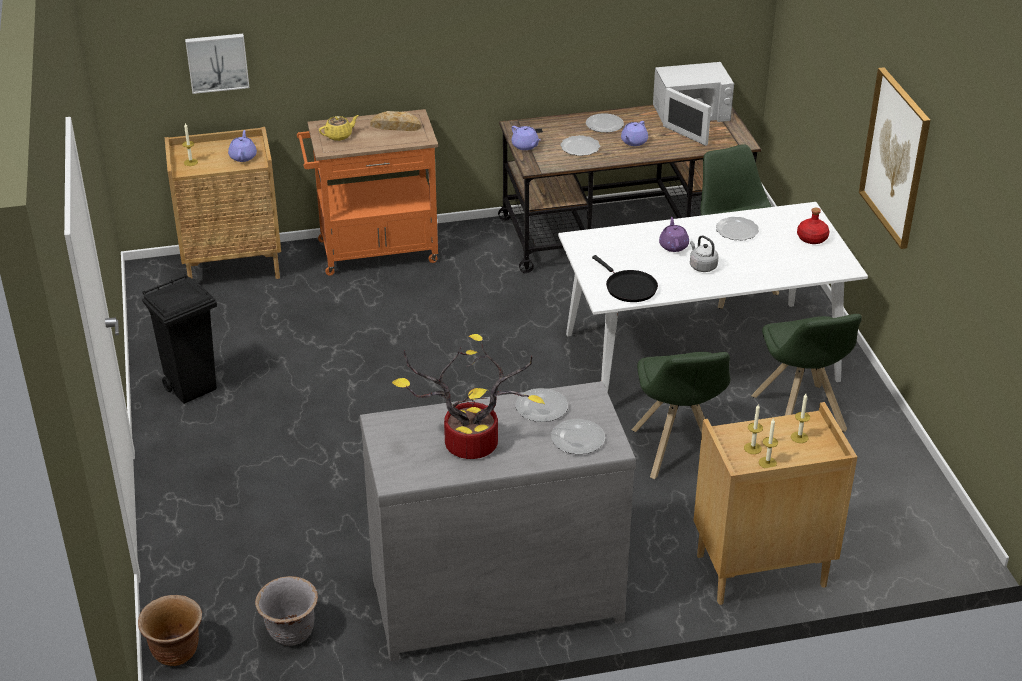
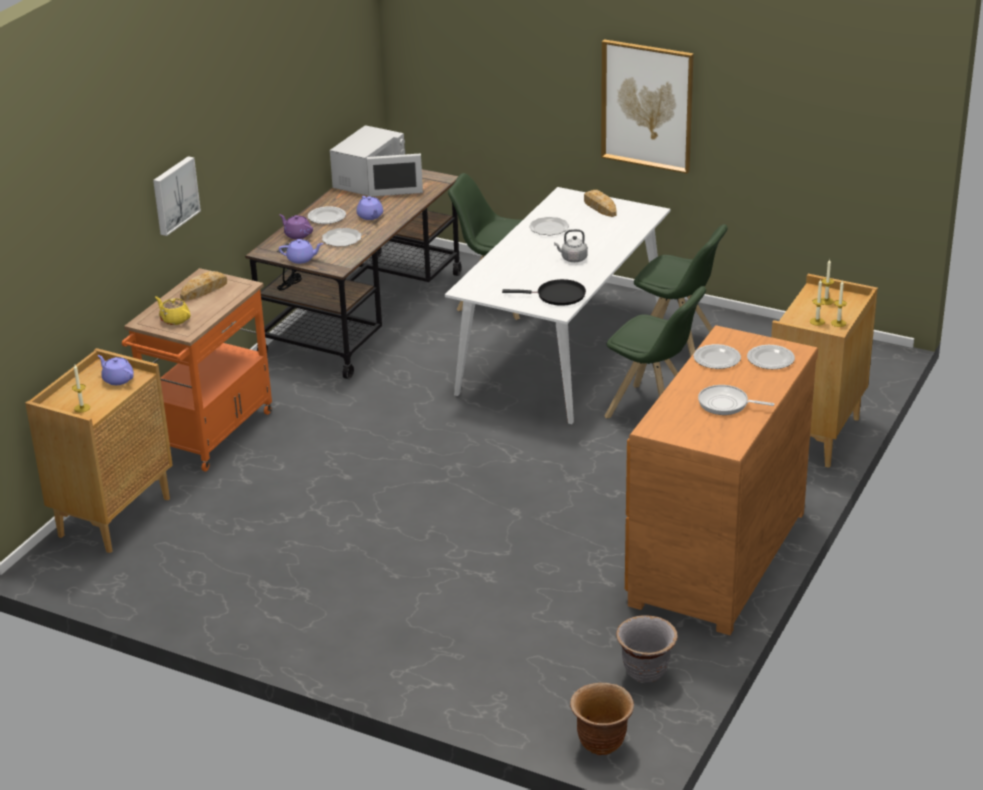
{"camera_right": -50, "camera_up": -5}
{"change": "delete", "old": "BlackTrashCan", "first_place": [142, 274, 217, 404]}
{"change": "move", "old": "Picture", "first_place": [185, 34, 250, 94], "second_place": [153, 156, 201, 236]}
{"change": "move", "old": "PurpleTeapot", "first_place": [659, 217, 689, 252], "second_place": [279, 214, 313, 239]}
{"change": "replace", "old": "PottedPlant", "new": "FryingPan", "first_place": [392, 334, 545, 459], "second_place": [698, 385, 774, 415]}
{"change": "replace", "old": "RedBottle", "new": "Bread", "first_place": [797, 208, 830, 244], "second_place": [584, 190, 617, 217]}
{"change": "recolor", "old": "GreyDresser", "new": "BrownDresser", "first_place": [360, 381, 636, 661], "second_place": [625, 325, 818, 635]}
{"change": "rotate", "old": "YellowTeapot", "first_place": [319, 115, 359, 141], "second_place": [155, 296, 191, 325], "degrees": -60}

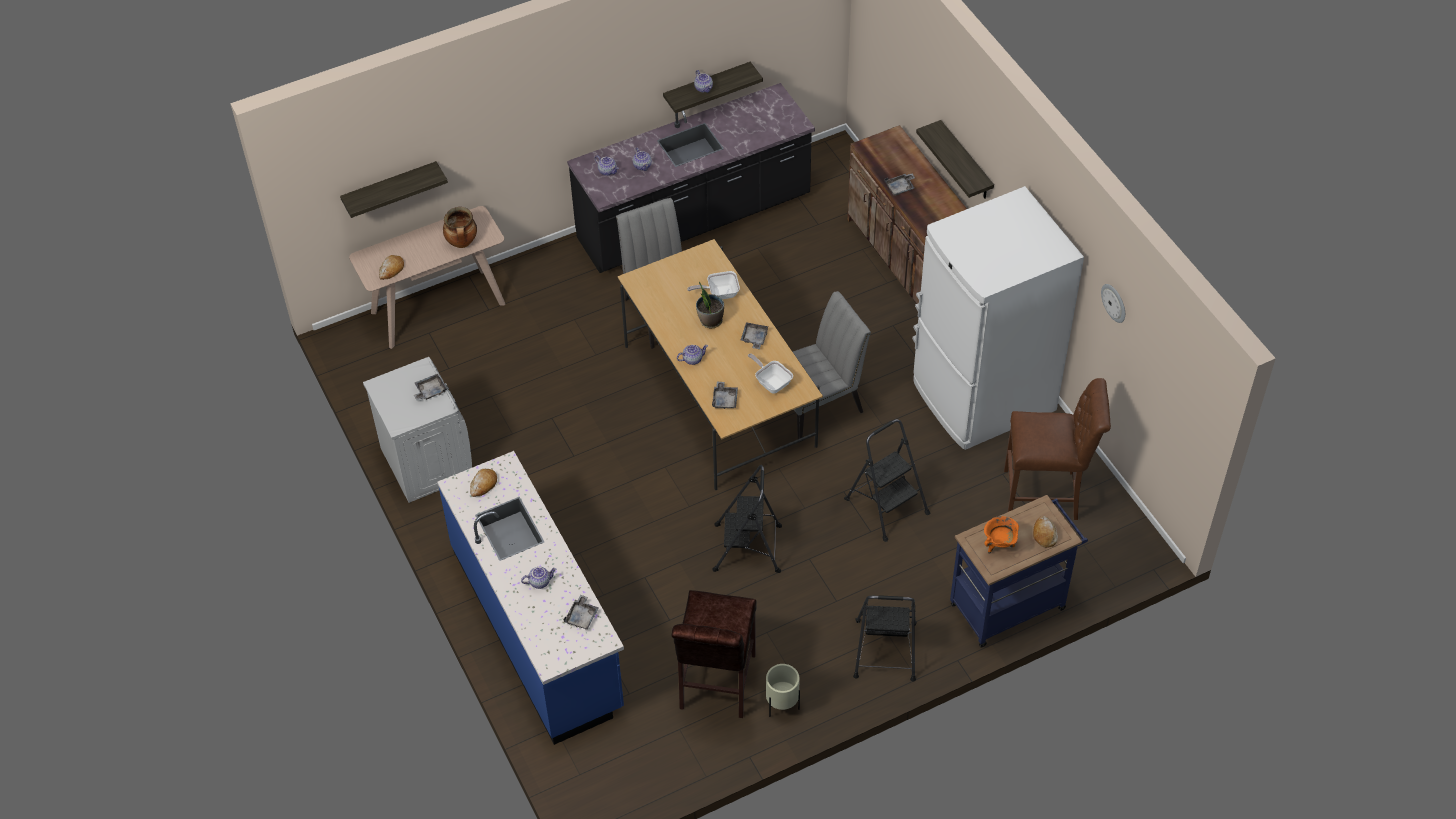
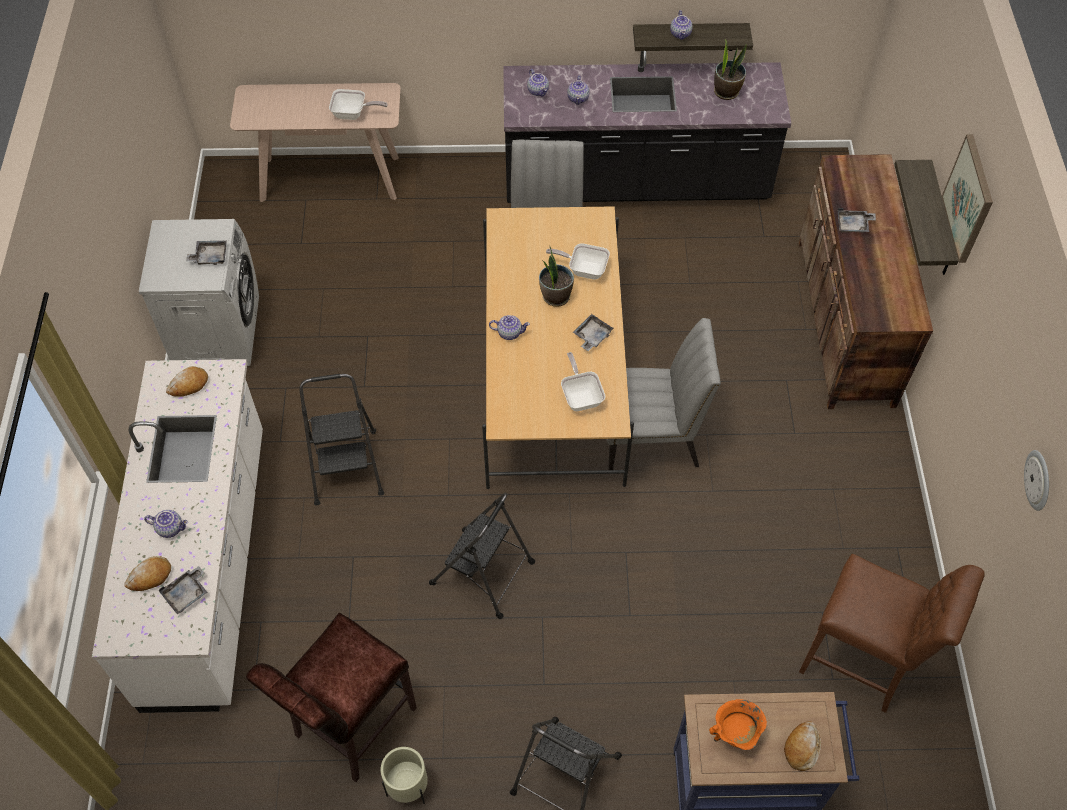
{"camera_right": 25, "camera_up": 5}
{"change": "delete", "old": "Shelf", "first_place": [340, 161, 448, 218]}
{"change": "delete", "old": "GreyTray", "first_place": [712, 381, 738, 409]}
{"change": "delete", "old": "WhiteFridge", "first_place": [912, 186, 1084, 450]}
{"change": "insert", "new": "PottedPlant", "second_place": [714, 39, 747, 100]}
{"change": "insert", "new": "Picture", "second_place": [942, 134, 993, 263]}
{"change": "move", "old": "Bread", "first_place": [379, 255, 404, 280], "second_place": [124, 556, 171, 591]}
{"change": "move", "old": "BlackStepLadder", "first_place": [844, 419, 930, 542], "second_place": [299, 374, 384, 506]}
{"change": "replace", "old": "CookingPot", "new": "FryingPan", "first_place": [443, 207, 477, 248], "second_place": [329, 89, 388, 120]}
{"change": "recolor", "old": "BlueCounter", "new": "WhiteCounter", "first_place": [437, 451, 624, 745], "second_place": [92, 359, 263, 713]}

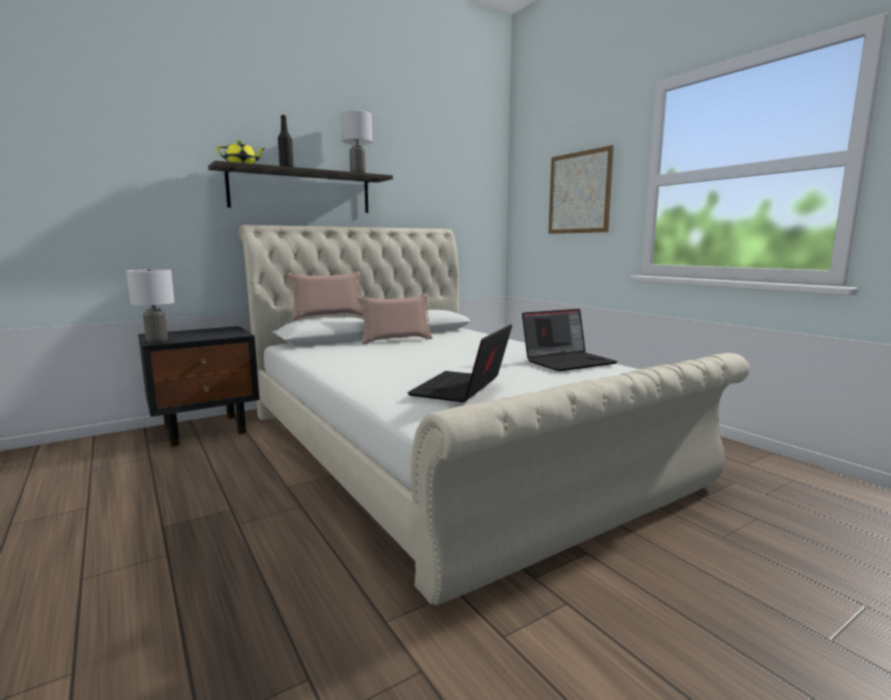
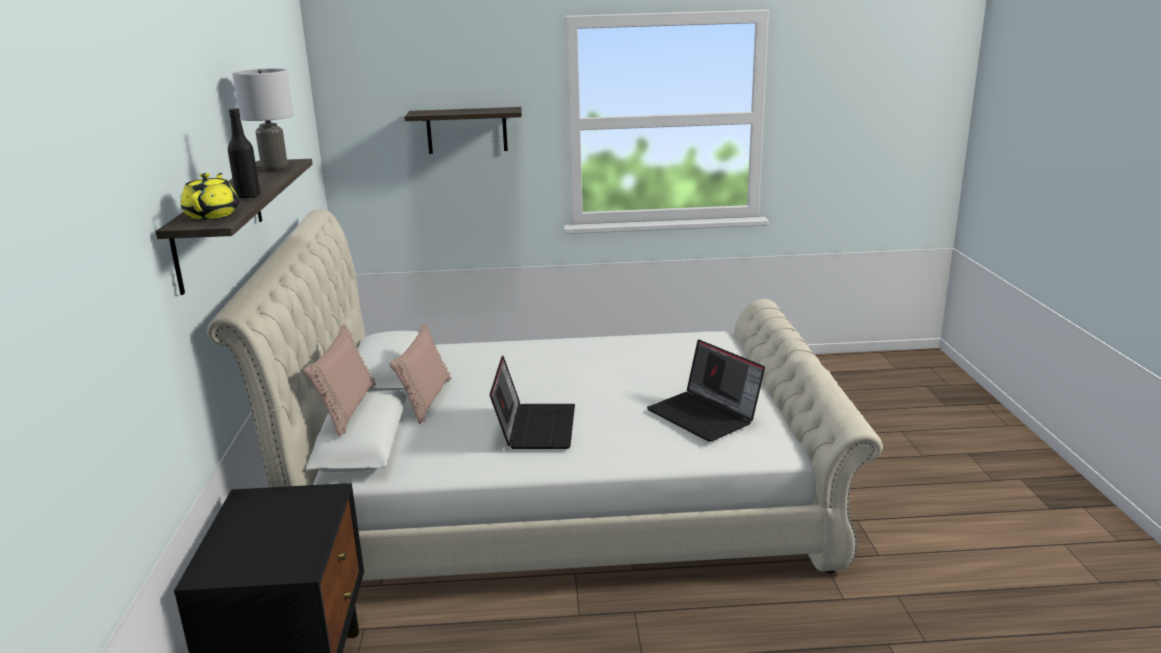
{"camera_right": -60, "camera_up": 10}
{"change": "delete", "old": "WhiteTableLamp", "first_place": [126, 269, 175, 343]}
{"change": "move", "old": "Laptop", "first_place": [522, 309, 618, 371], "second_place": [490, 356, 575, 449]}
{"change": "replace", "old": "Picture", "new": "Shelf", "first_place": [548, 145, 614, 234], "second_place": [404, 107, 522, 154]}

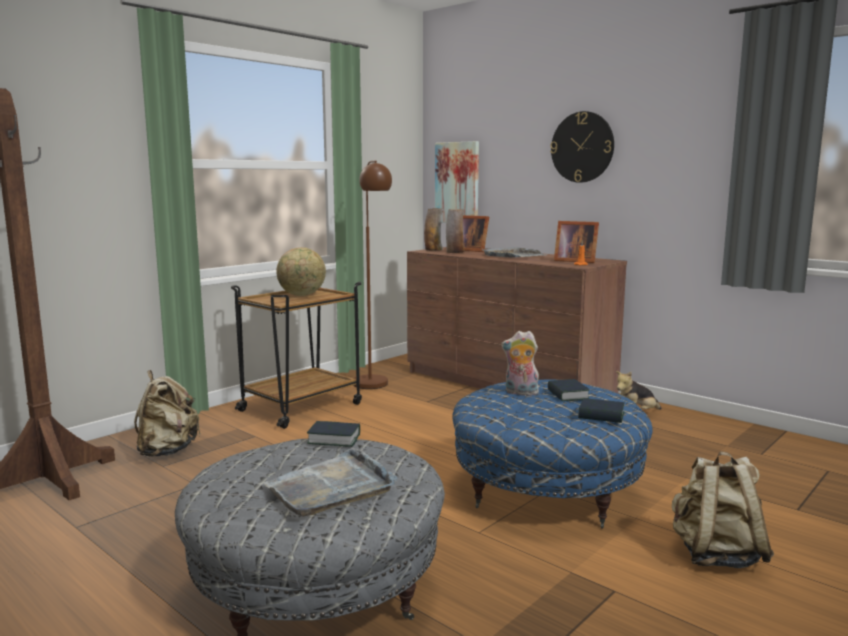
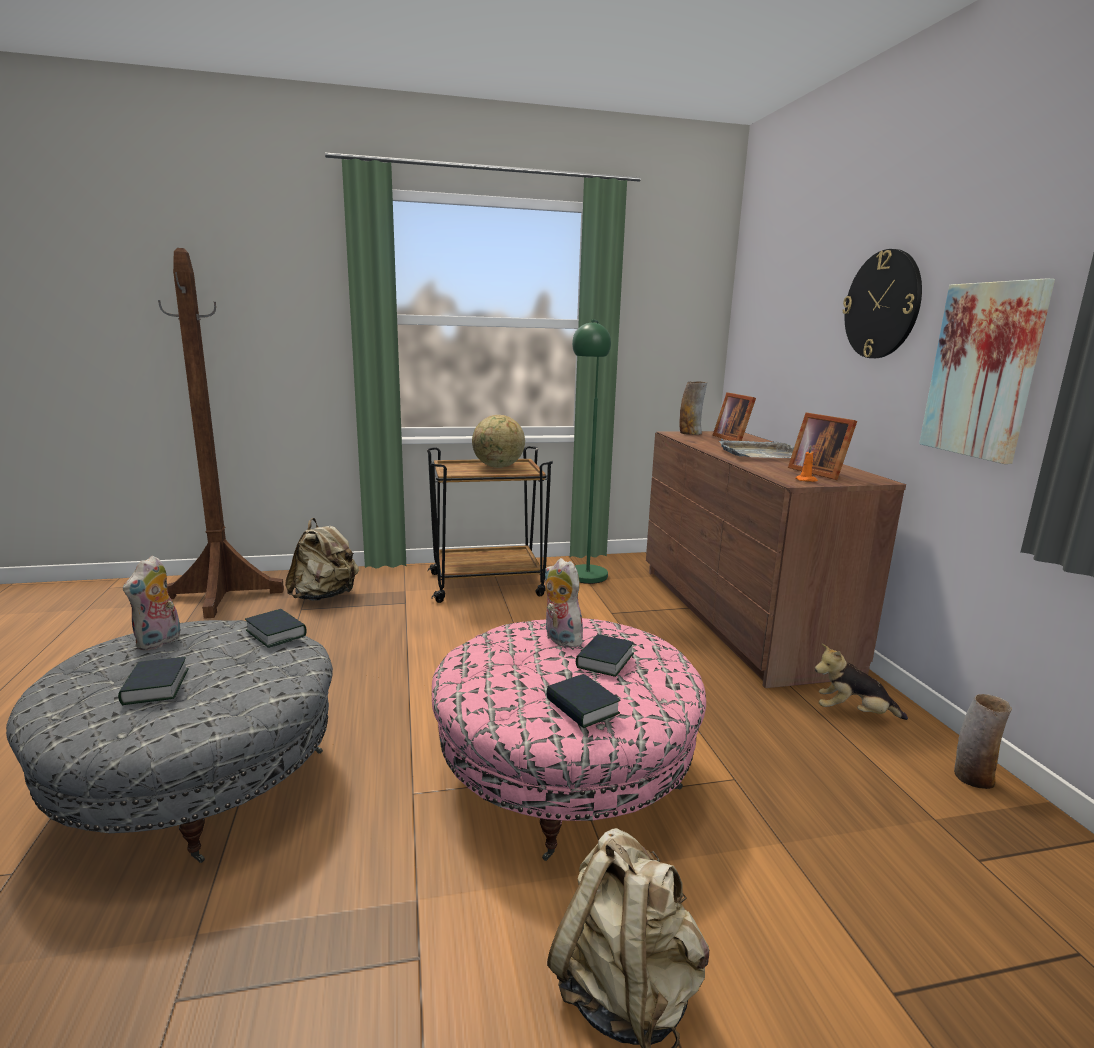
{"camera_right": 35, "camera_up": 5}
{"change": "insert", "new": "PlushToy", "second_place": [123, 556, 181, 650]}
{"change": "move", "old": "Picture", "first_place": [435, 141, 479, 223], "second_place": [919, 278, 1055, 464]}
{"change": "move", "old": "Vase", "first_place": [446, 209, 464, 253], "second_place": [954, 694, 1012, 789]}
{"change": "replace", "old": "GreyTray", "new": "Book", "first_place": [263, 447, 397, 517], "second_place": [118, 657, 189, 705]}
{"change": "recolor", "old": "BrownFloorLamp", "new": "GreenFloorLamp", "first_place": [353, 160, 392, 389], "second_place": [572, 319, 611, 584]}
{"change": "recolor", "old": "BlueOttoman", "new": "PinkOttoman", "first_place": [452, 380, 653, 529], "second_place": [432, 618, 706, 861]}

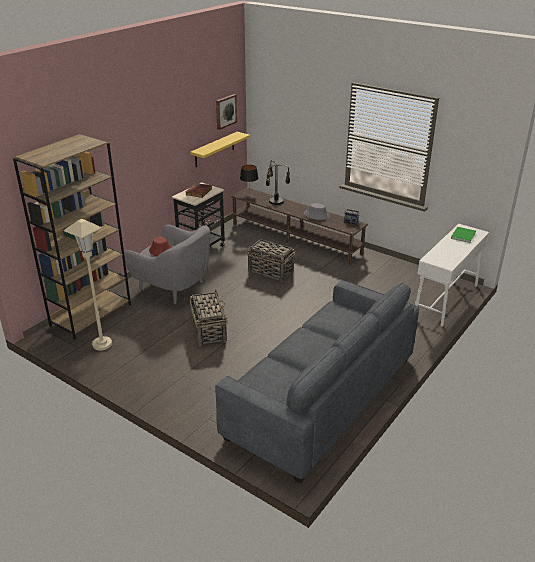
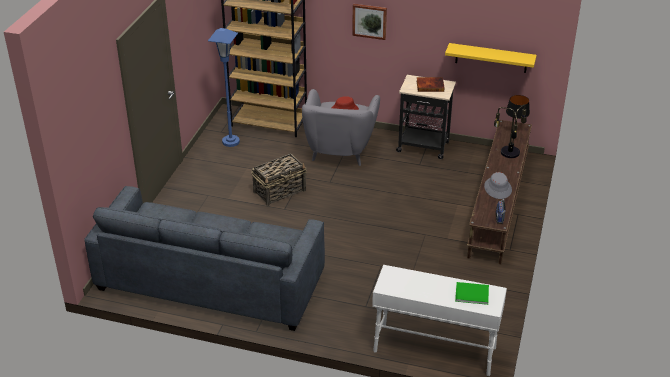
{"camera_right": 70, "camera_up": 5}
{"change": "delete", "old": "Basket", "first_place": [247, 239, 295, 282]}
{"change": "move", "old": "Picture", "first_place": [216, 94, 237, 130], "second_place": [352, 4, 387, 40]}
{"change": "recolor", "old": "BeigeFloorLamp", "new": "BlueFloorLamp", "first_place": [63, 219, 112, 351], "second_place": [208, 28, 240, 147]}

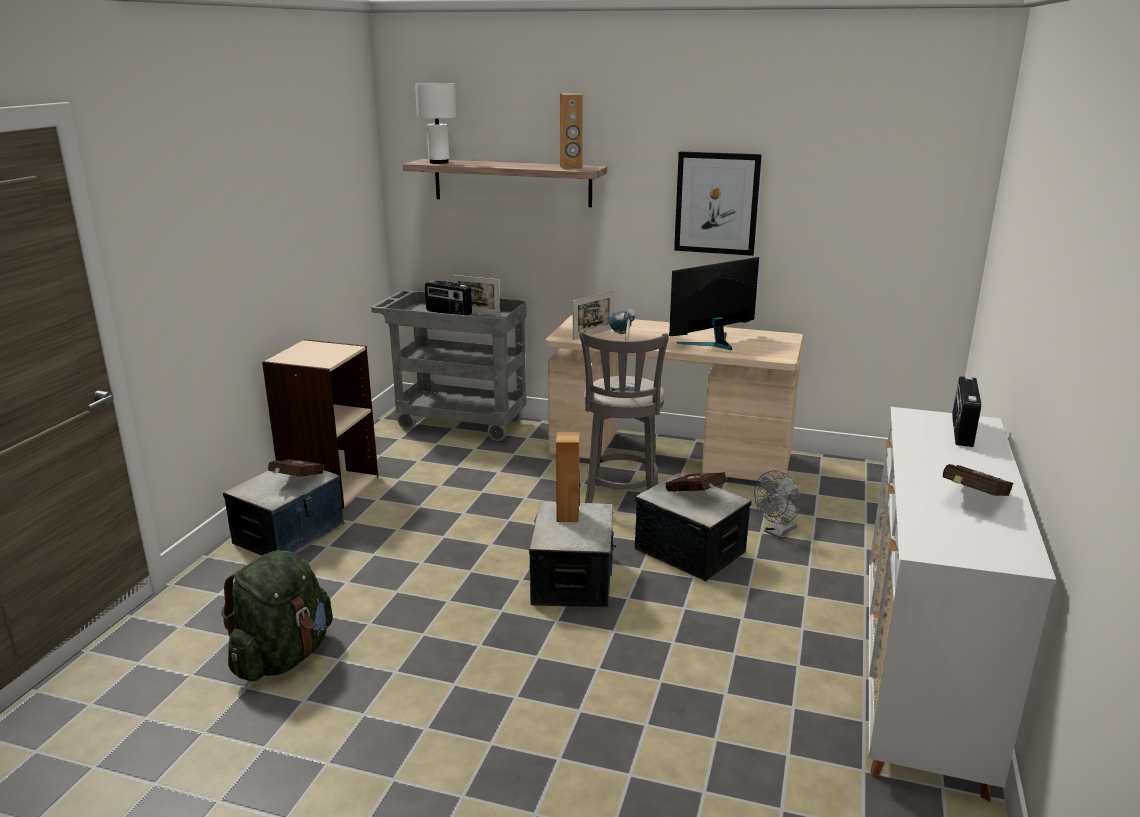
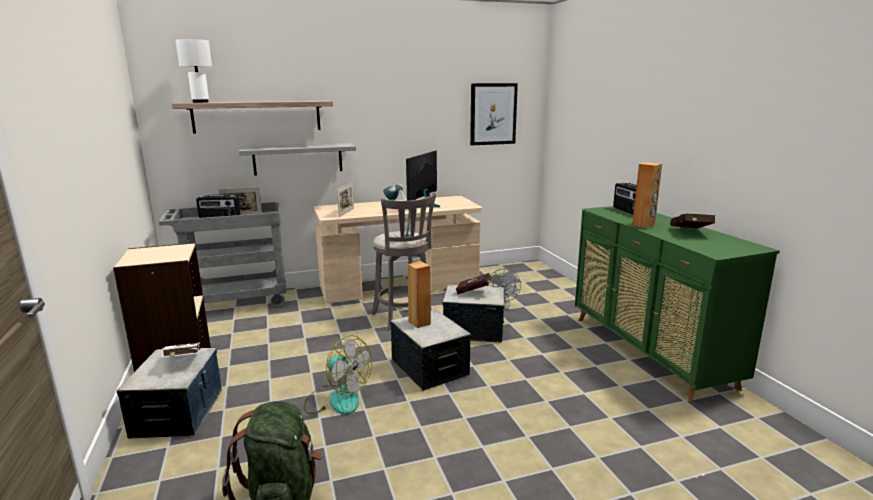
{"camera_right": -35, "camera_up": -5}
{"change": "insert", "new": "GreyShelf", "second_place": [239, 143, 356, 176]}
{"change": "insert", "new": "Fan", "second_place": [304, 335, 372, 415]}
{"change": "move", "old": "BrownSpeaker", "first_place": [560, 93, 583, 169], "second_place": [632, 162, 662, 228]}
{"change": "move", "old": "Picture", "first_place": [674, 151, 762, 256], "second_place": [470, 83, 518, 145]}
{"change": "recolor", "old": "RedBook", "new": "WhiteBook", "first_place": [268, 459, 324, 477], "second_place": [162, 343, 200, 357]}
{"change": "recolor", "old": "WhiteCabinet", "new": "GreenCabinet", "first_place": [868, 407, 1056, 802], "second_place": [575, 206, 780, 402]}

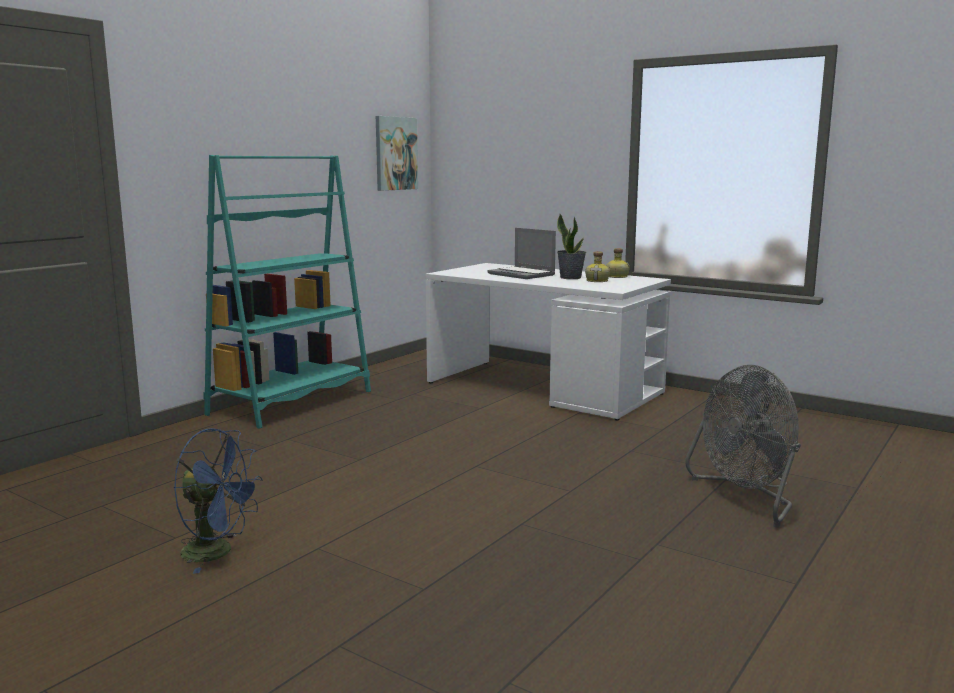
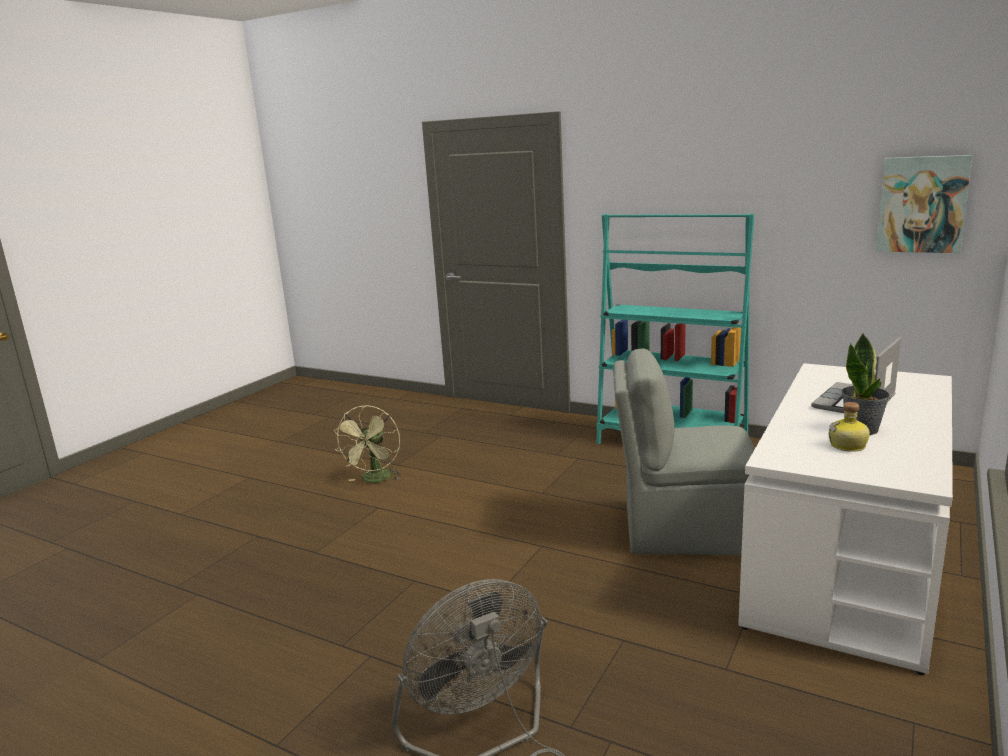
{"camera_right": 85, "camera_up": 5}
{"change": "delete", "old": "Bottle", "first_place": [606, 248, 630, 278]}
{"change": "insert", "new": "GreyChair", "second_place": [614, 348, 755, 555]}
{"change": "recolor", "old": "BlueFan", "new": "GreenFan", "first_place": [174, 428, 262, 574], "second_place": [334, 405, 401, 483]}

